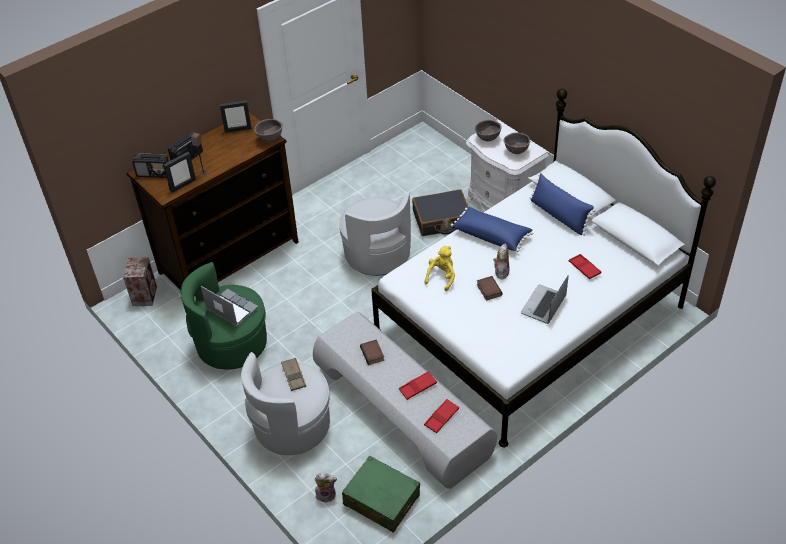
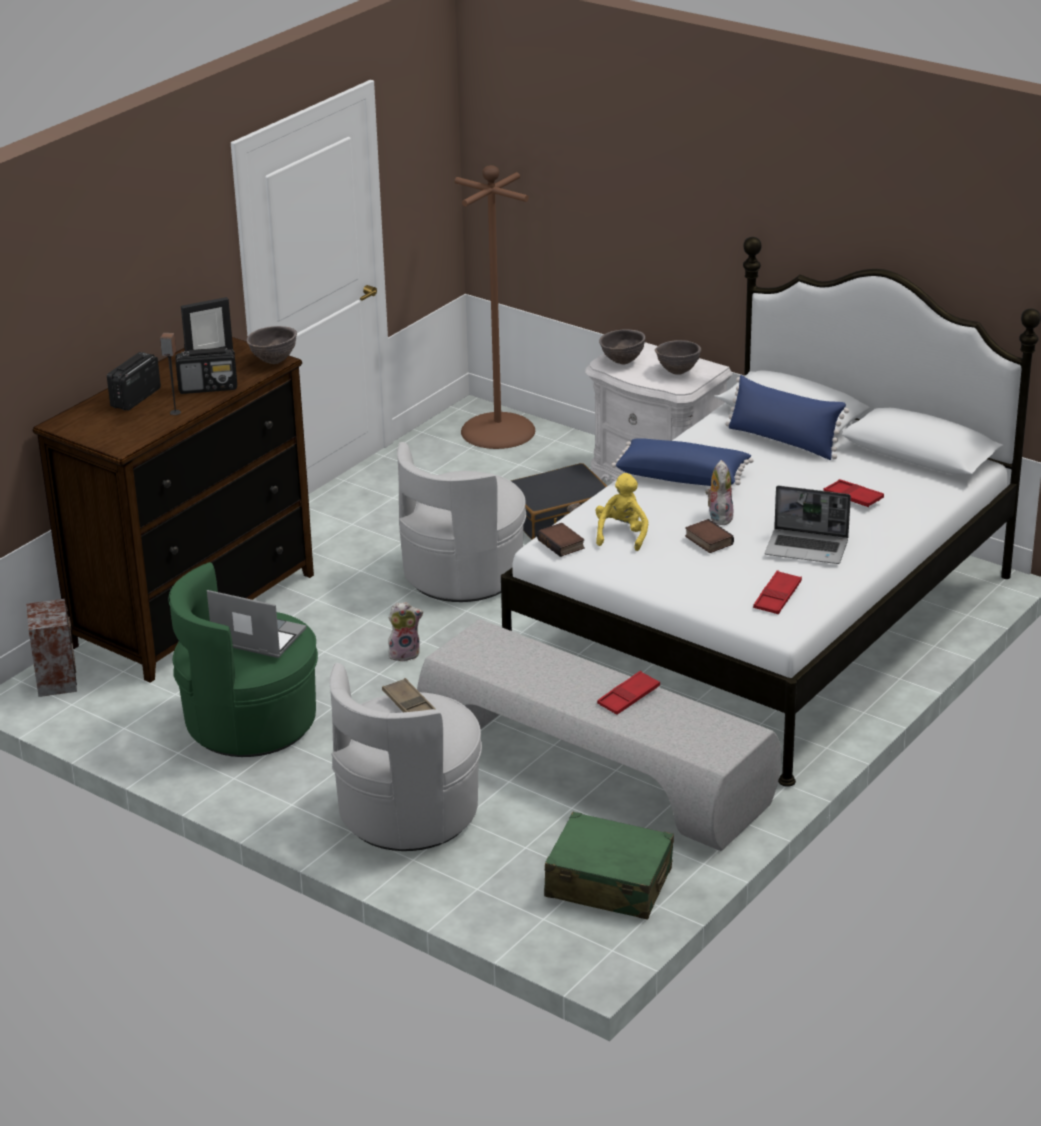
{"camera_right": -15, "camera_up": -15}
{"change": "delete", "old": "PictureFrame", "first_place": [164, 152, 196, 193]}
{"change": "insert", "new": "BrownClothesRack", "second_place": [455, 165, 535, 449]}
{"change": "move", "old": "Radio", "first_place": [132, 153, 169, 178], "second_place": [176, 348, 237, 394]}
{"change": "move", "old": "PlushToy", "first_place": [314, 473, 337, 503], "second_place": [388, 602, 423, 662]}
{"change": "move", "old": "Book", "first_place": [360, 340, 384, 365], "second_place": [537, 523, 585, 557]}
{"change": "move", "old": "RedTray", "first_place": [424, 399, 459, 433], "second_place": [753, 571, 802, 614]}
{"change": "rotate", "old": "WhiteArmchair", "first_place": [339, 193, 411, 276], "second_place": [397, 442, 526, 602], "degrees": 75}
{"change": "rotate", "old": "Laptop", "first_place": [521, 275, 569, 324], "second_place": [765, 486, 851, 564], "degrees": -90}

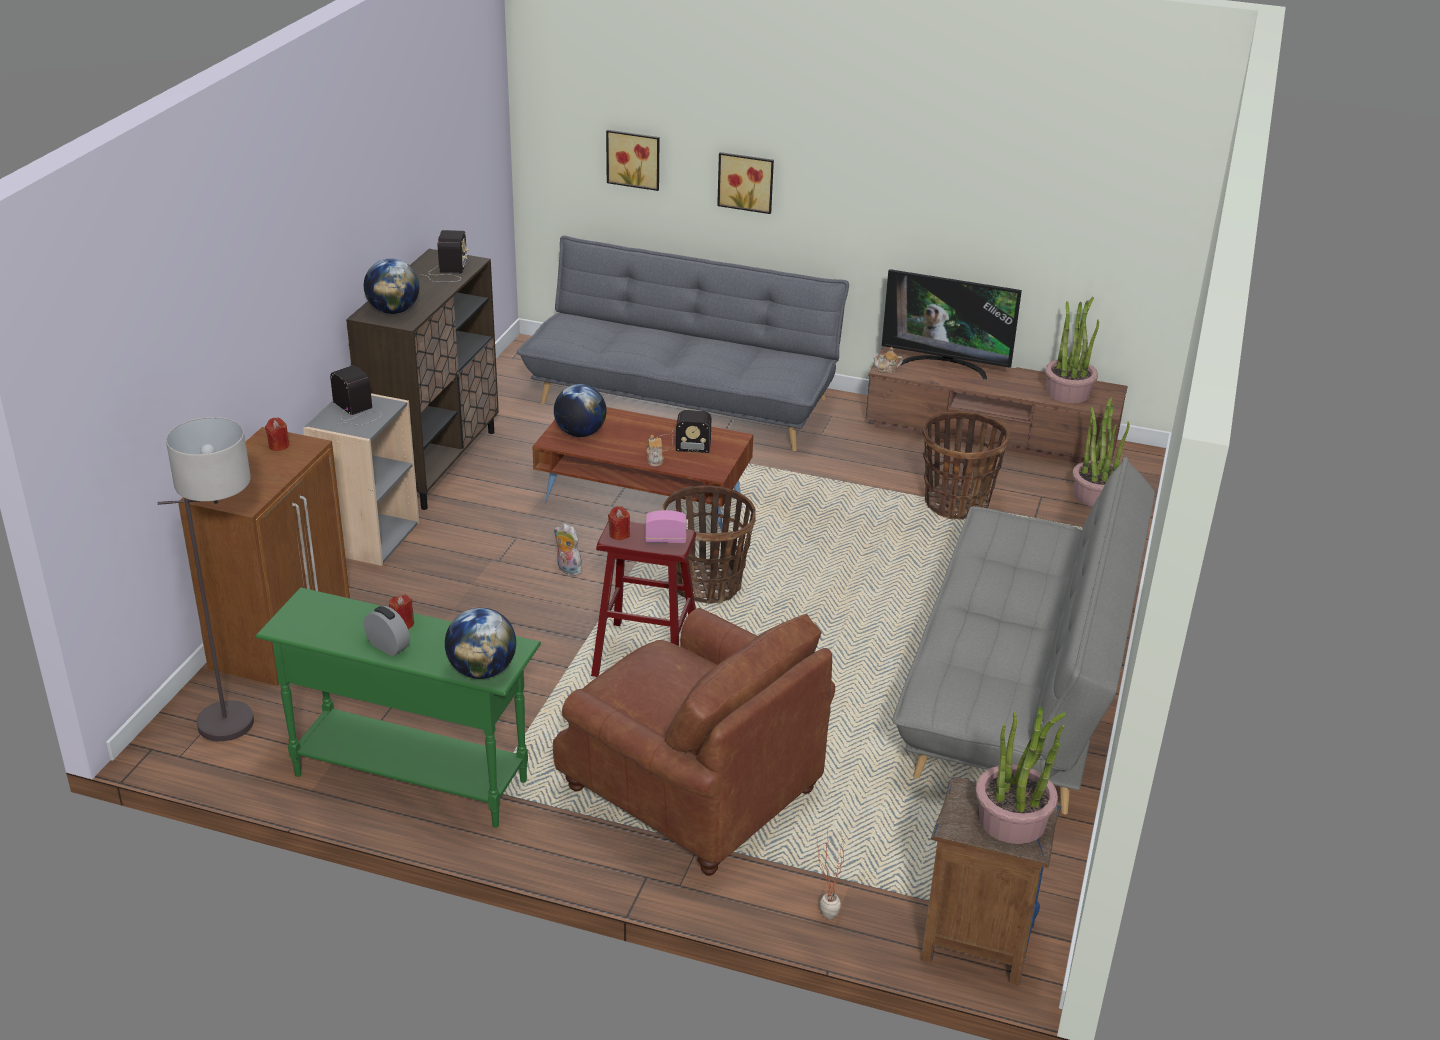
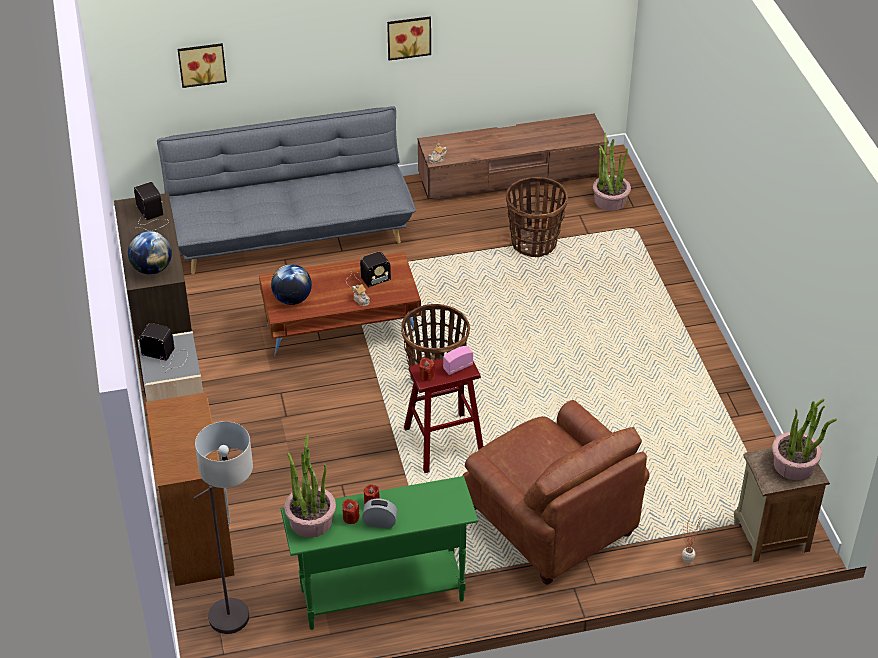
{"camera_right": -30, "camera_up": 10}
{"change": "delete", "old": "Globe", "first_place": [445, 608, 516, 679]}
{"change": "delete", "old": "PlushToy", "first_place": [554, 524, 584, 576]}
{"change": "delete", "old": "Television", "first_place": [882, 269, 1022, 380]}
{"change": "delete", "old": "GreySofa", "first_place": [892, 457, 1155, 814]}
{"change": "move", "old": "RedCandle", "first_place": [265, 418, 289, 451], "second_place": [343, 499, 360, 524]}
{"change": "move", "old": "Picture", "first_place": [717, 152, 774, 214], "second_place": [387, 17, 431, 60]}
{"change": "move", "old": "PottedPlant", "first_place": [1045, 297, 1099, 403], "second_place": [284, 435, 336, 538]}
{"change": "recolor", "old": "BlueNightstand", "new": "BeigeNightstand", "first_place": [921, 777, 1061, 986], "second_place": [734, 448, 830, 562]}
{"change": "rotate", "old": "BrownArmchair", "first_place": [553, 608, 835, 876], "second_place": [462, 400, 650, 585], "degrees": 45}

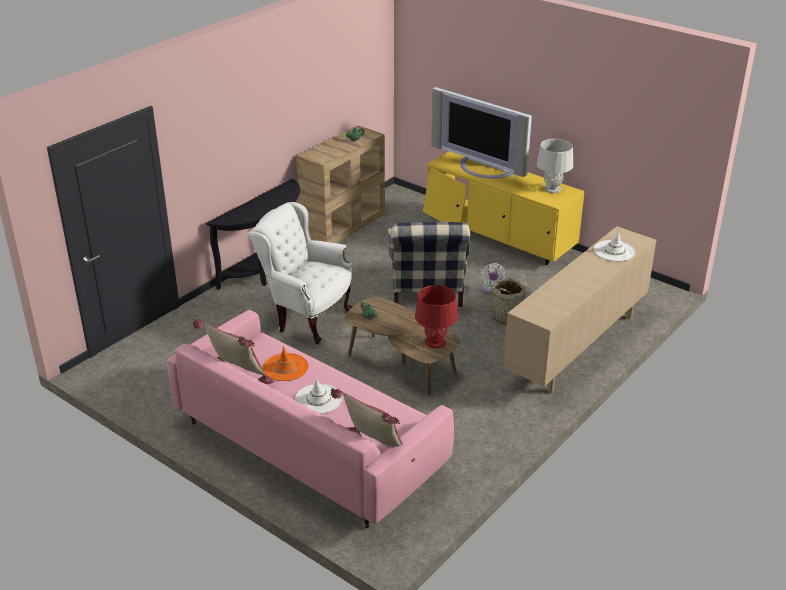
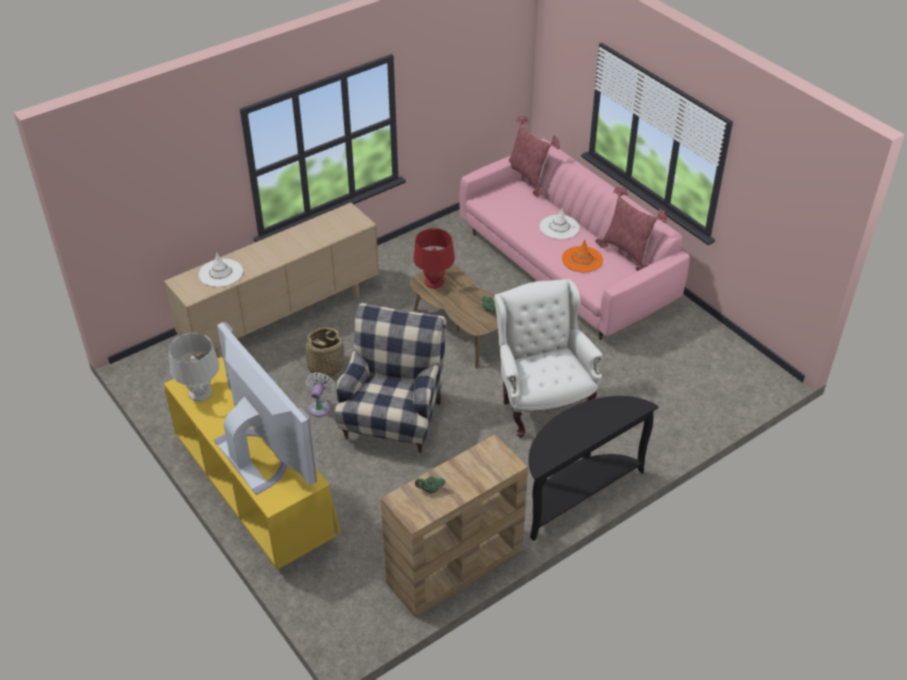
{"camera_right": -165, "camera_up": 10}
{"change": "rotate", "old": "WhiteArmchair", "first_place": [248, 202, 352, 344], "second_place": [494, 279, 603, 438], "degrees": -150}

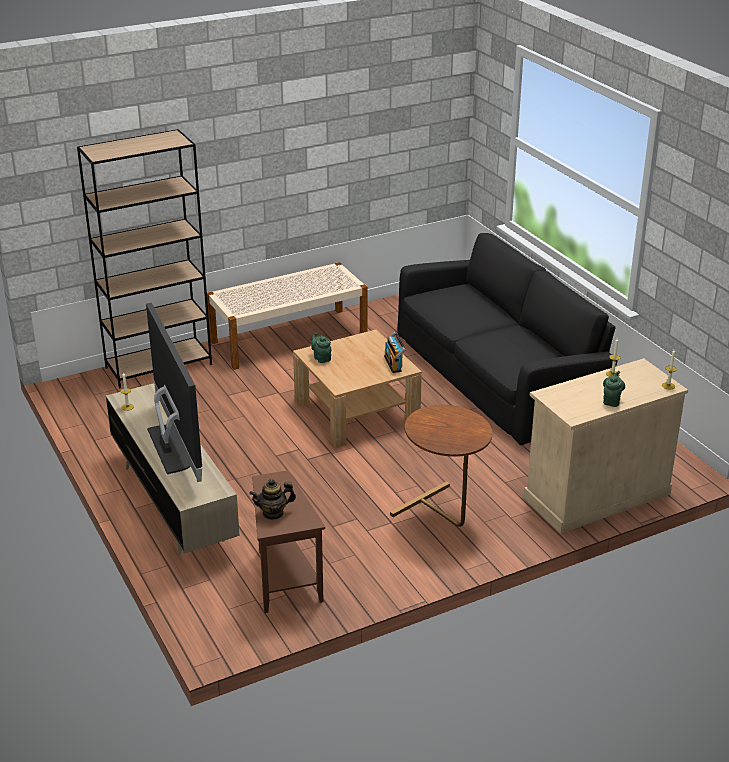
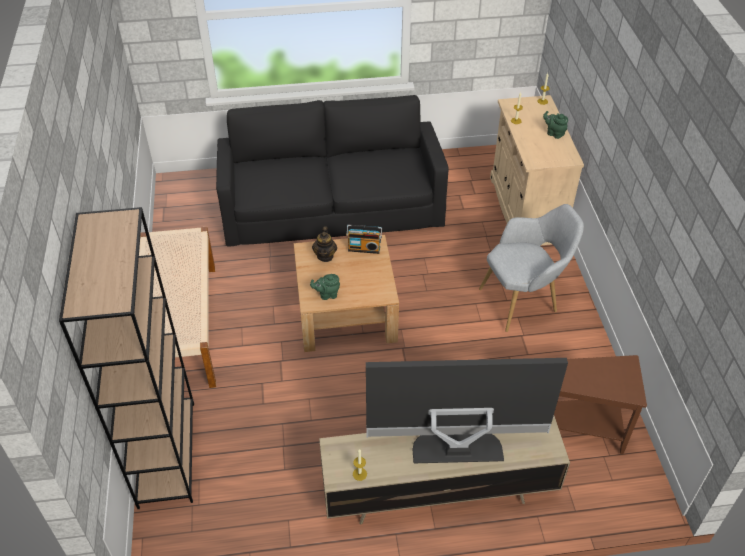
{"camera_right": -70, "camera_up": 15}
{"change": "move", "old": "Teapot", "first_place": [249, 479, 296, 520], "second_place": [312, 226, 337, 262]}
{"change": "replace", "old": "BrownSideTable", "new": "GreyArmchair", "first_place": [390, 405, 492, 527], "second_place": [479, 204, 584, 332]}

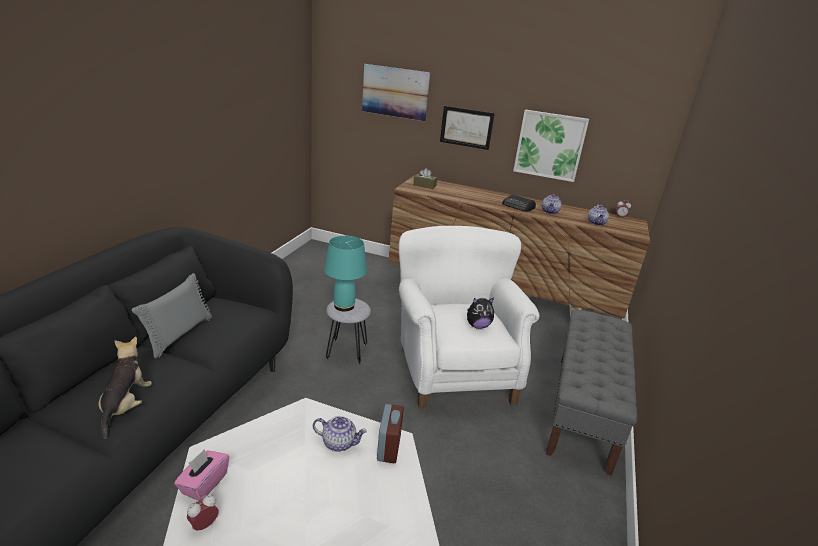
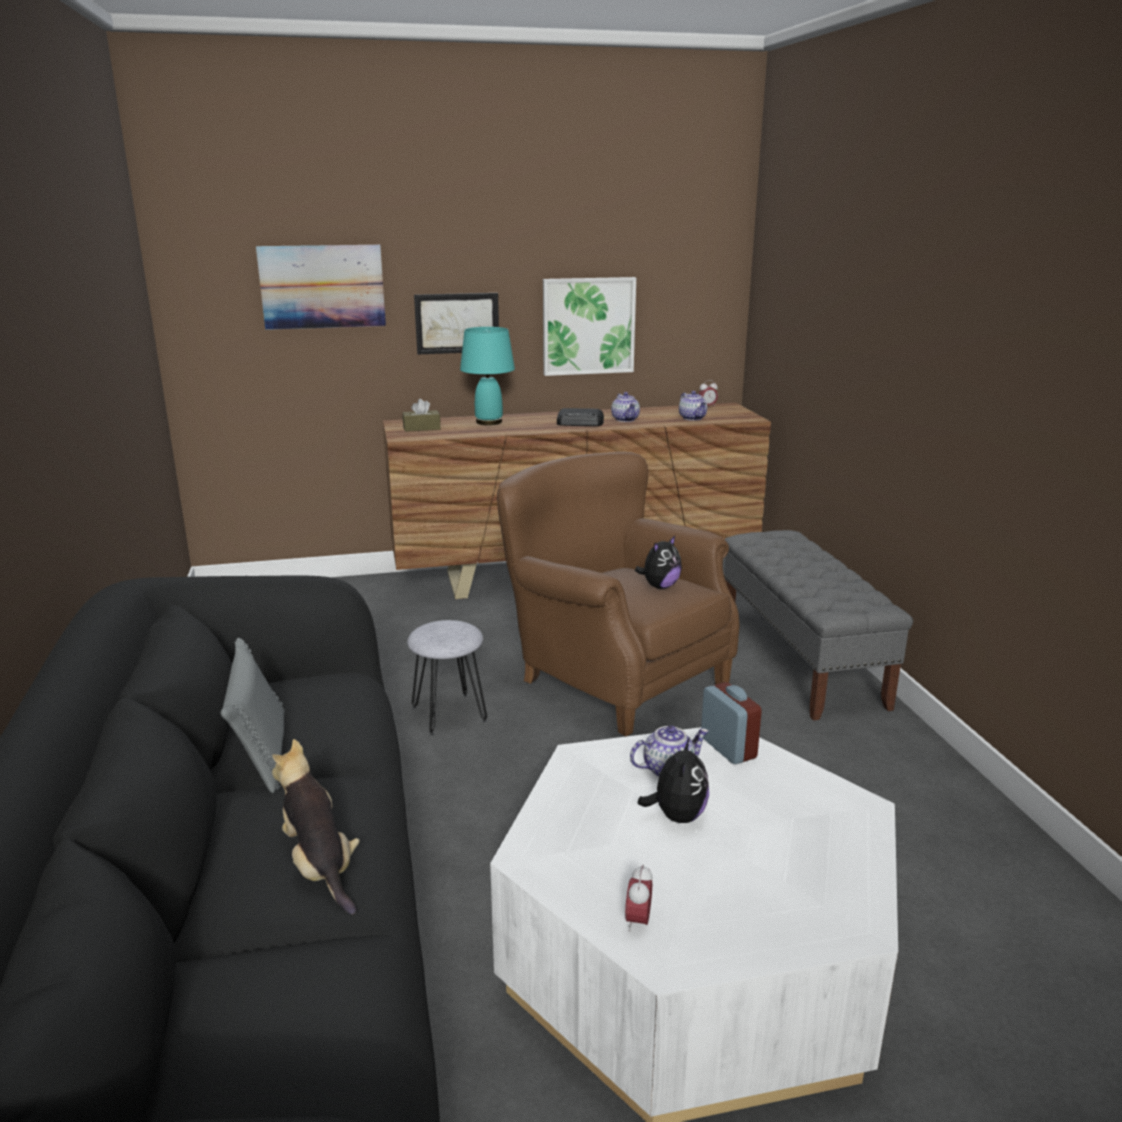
{"camera_right": -30, "camera_up": -5}
{"change": "delete", "old": "PinkTissueBox", "first_place": [174, 449, 229, 501]}
{"change": "insert", "new": "PlushToy", "second_place": [637, 737, 709, 823]}
{"change": "move", "old": "TurquoiseTableLamp", "first_place": [324, 236, 367, 311], "second_place": [460, 327, 515, 425]}
{"change": "recolor", "old": "WhiteArmchair", "new": "BrownArmchair", "first_place": [399, 226, 540, 408], "second_place": [497, 452, 740, 736]}

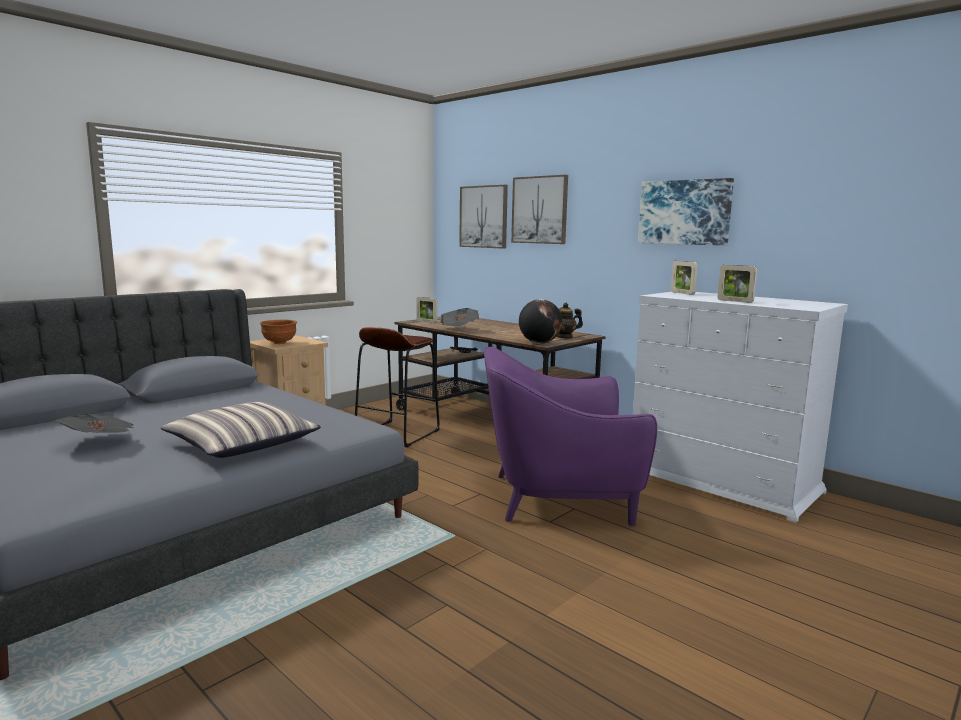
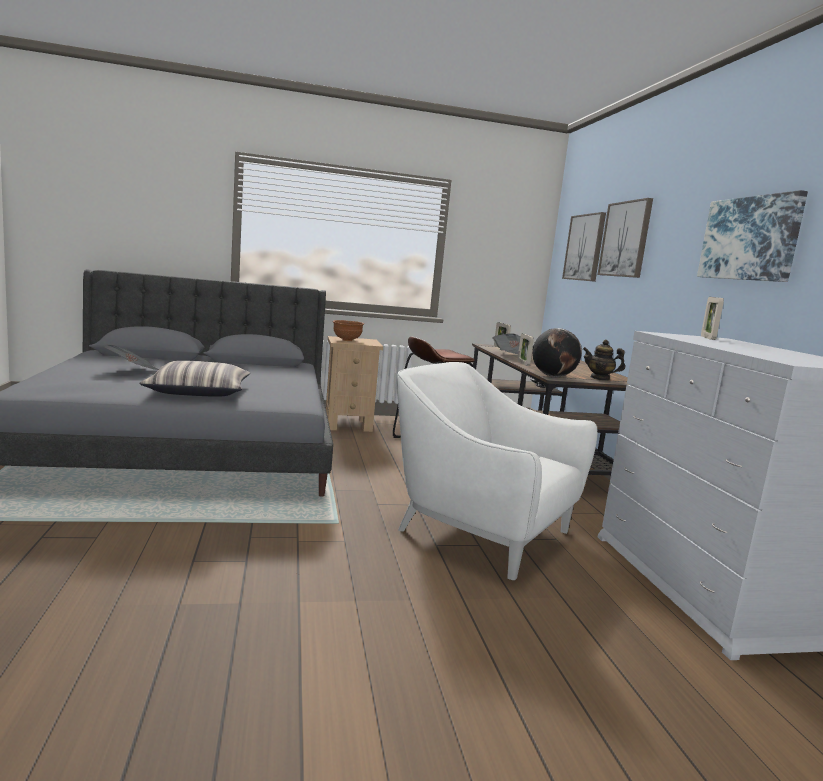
{"camera_right": 35, "camera_up": 0}
{"change": "move", "old": "PictureFrame", "first_place": [717, 265, 757, 303], "second_place": [518, 334, 534, 366]}
{"change": "recolor", "old": "PurpleArmchair", "new": "WhiteArmchair", "first_place": [484, 347, 657, 526], "second_place": [397, 362, 597, 580]}

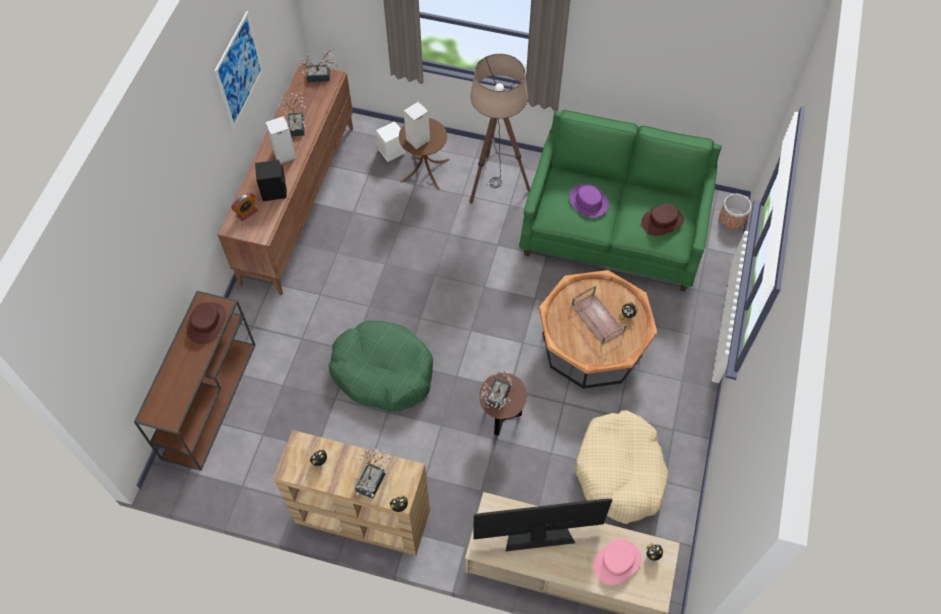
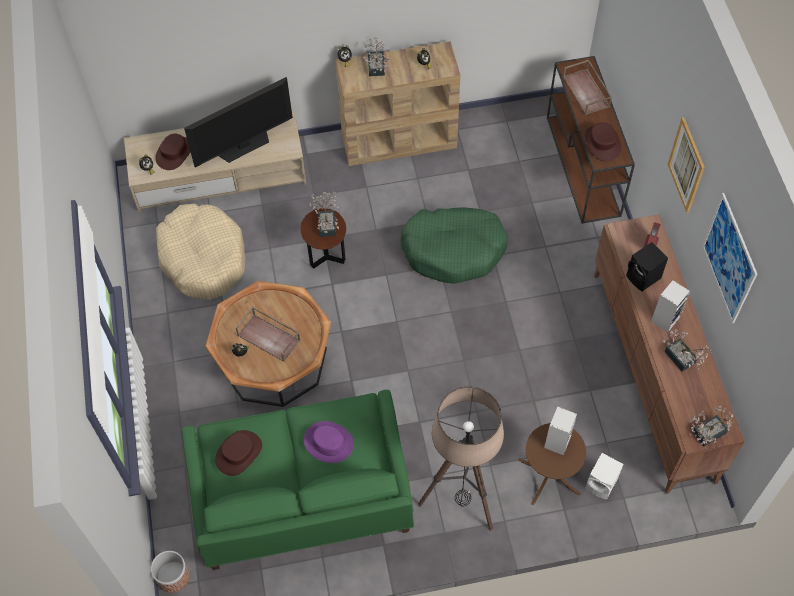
{"camera_right": 155, "camera_up": 0}
{"change": "insert", "new": "BrownTray", "second_place": [563, 60, 612, 115]}
{"change": "insert", "new": "Picture", "second_place": [668, 117, 705, 213]}
{"change": "recolor", "old": "PinkHat", "new": "BrownHat", "first_place": [593, 539, 642, 585], "second_place": [155, 134, 190, 170]}

